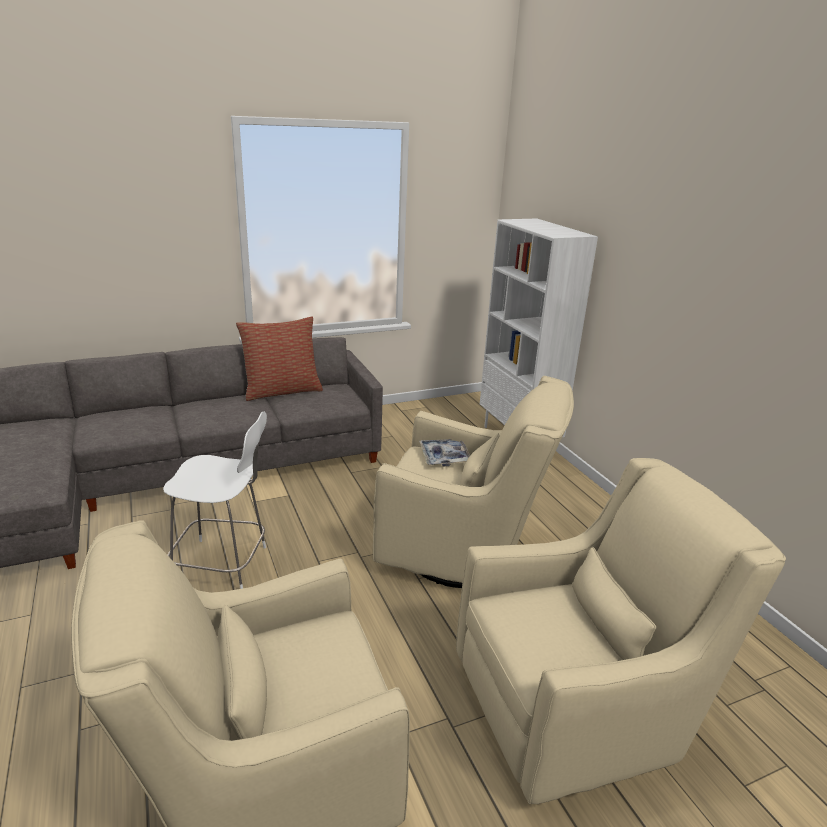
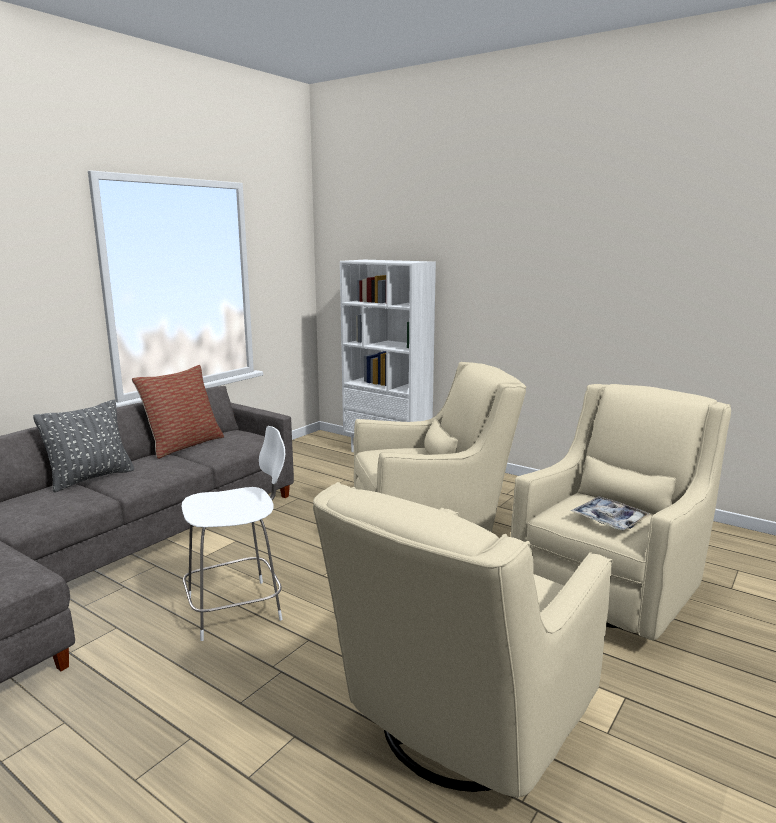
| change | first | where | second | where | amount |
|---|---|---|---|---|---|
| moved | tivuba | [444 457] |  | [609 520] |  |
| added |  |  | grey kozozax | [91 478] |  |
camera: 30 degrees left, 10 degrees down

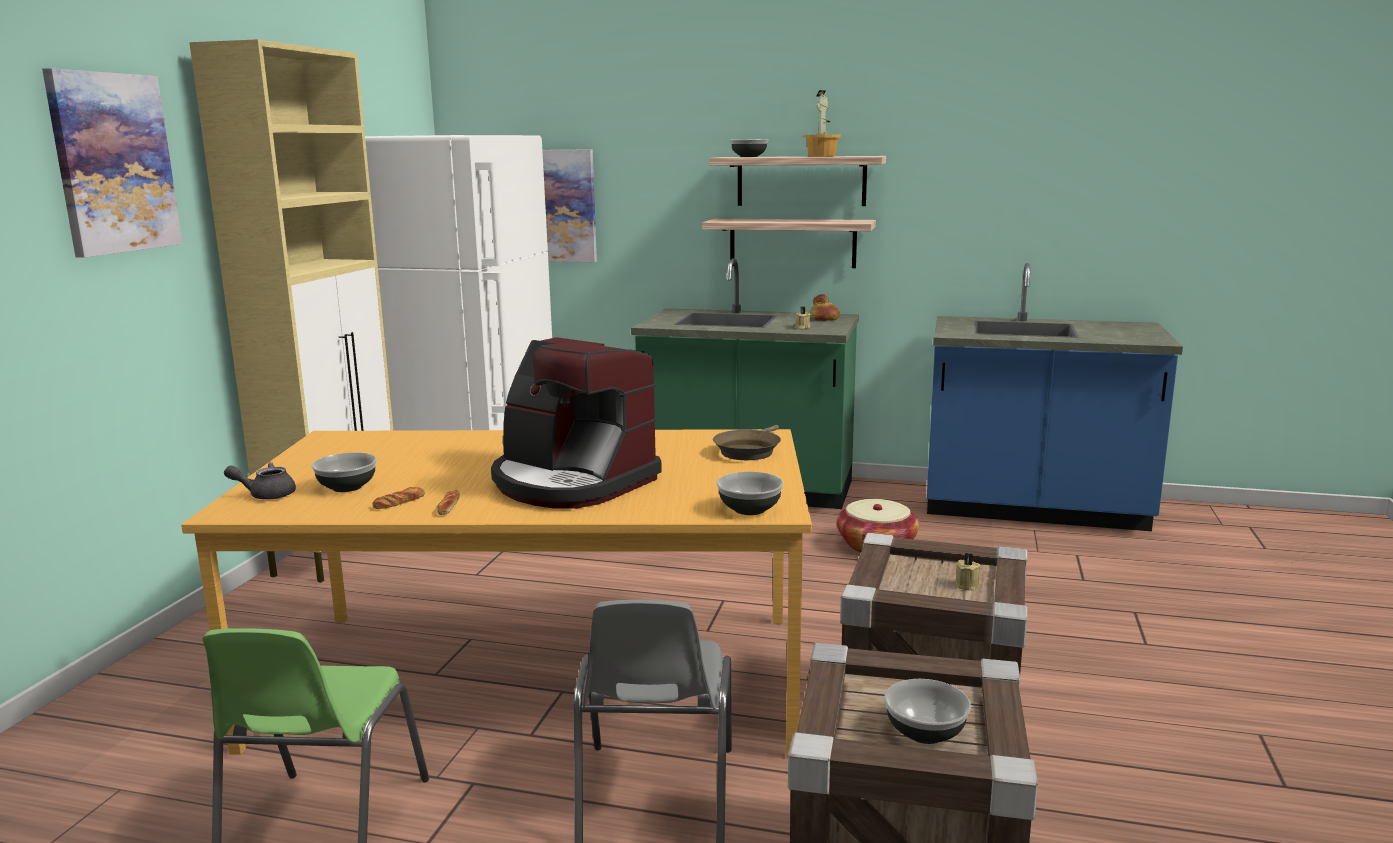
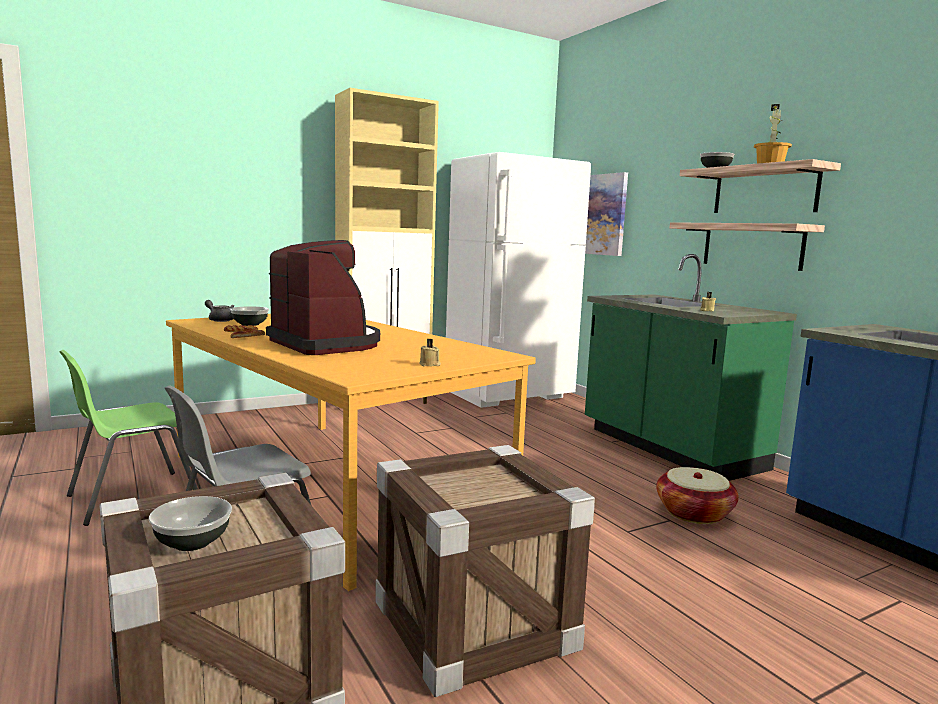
| change | first | where | second | where | amount |
|---|---|---|---|---|---|
| removed | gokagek | [113 163] |  |  |  |
| removed | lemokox | [824 318] |  |  |  |
| turned | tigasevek | [571 482] |  | [326 344] | 150 degrees clockwise |
| removed | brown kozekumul | [748 451] |  |  |  |
| removed | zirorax | [749 509] |  |  |  |
| moved | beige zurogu | [968 585] |  | [430 365] |  |
camera: 45 degrees right, 5 degrees down

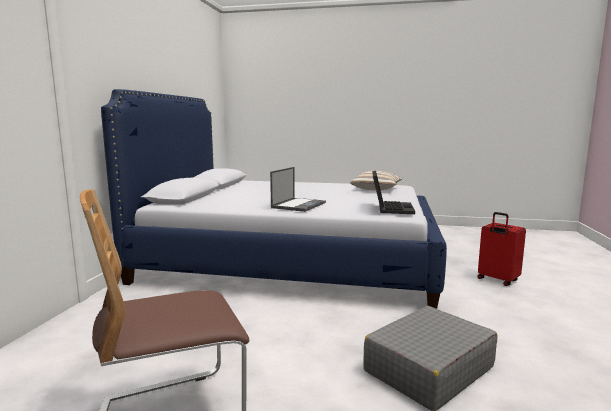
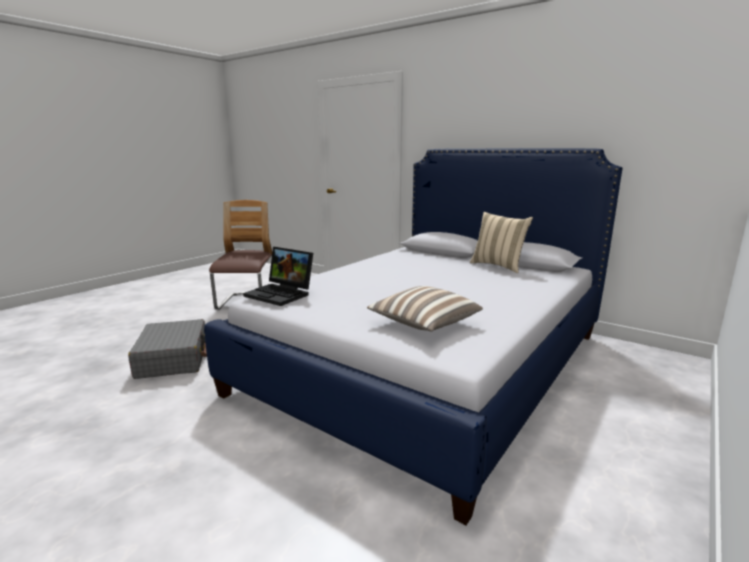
| change | first | where | second | where | amount |
|---|---|---|---|---|---|
| removed | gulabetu | [299 205] |  |  |  |
| removed | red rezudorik | [497 280] |  |  |  |
| added |  |  | beige kozozax | [498 266] |  |
camera: 115 degrees right, 5 degrees up

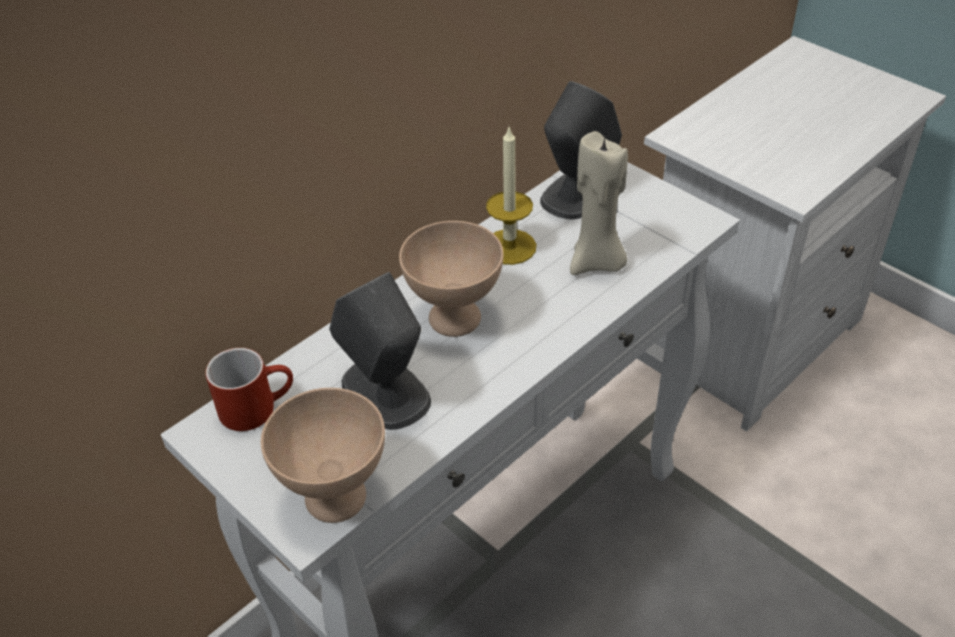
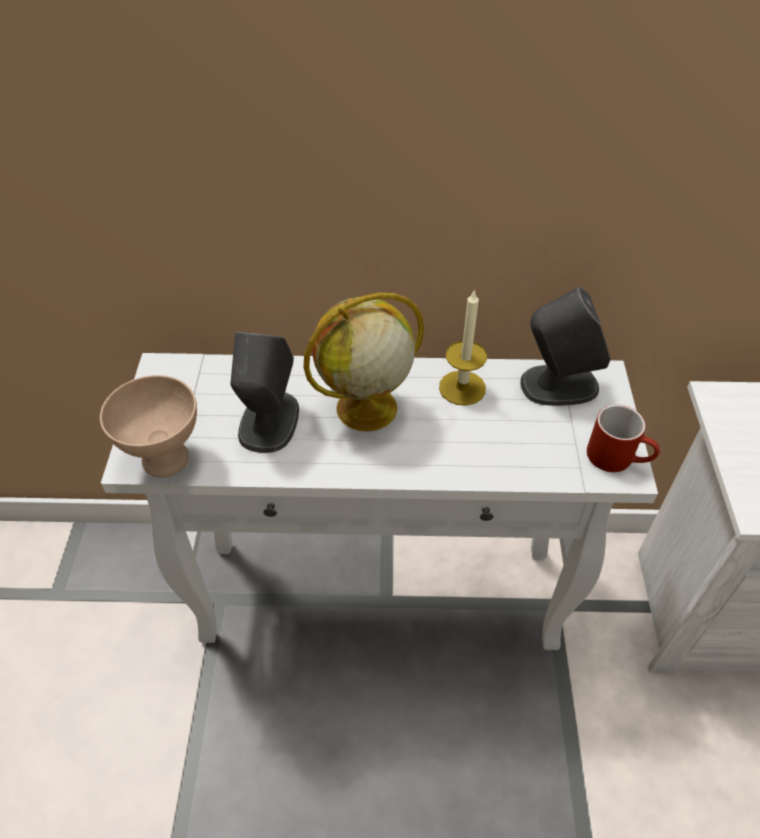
| change | first | where | second | where | amount |
|---|---|---|---|---|---|
| removed | beige zurogu | [597 263] |  |  |  |
| replaced | beige zirorax | [455 319] | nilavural | [365 409] |  |
| moved | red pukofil | [257 406] |  | [618 457] |  |
camera: 45 degrees right, 5 degrees up

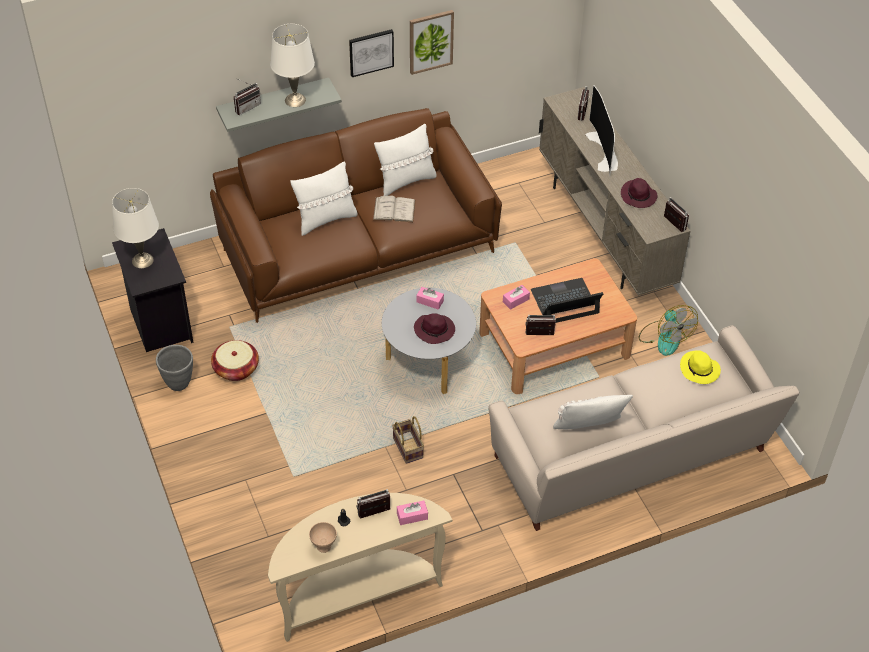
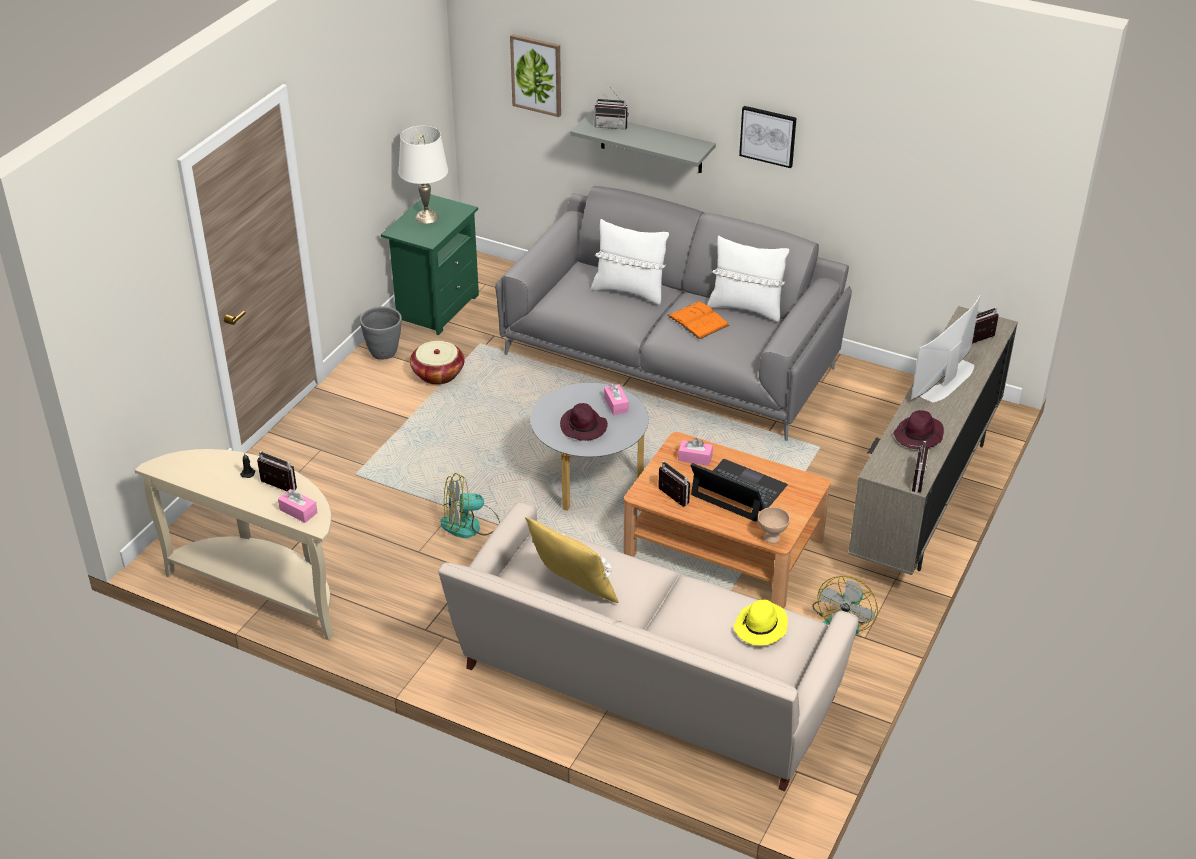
| change | first | where | second | where | amount |
|---|---|---|---|---|---|
| moved | gokagek | [430 41] |  | [536 75] |  |
| removed | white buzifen | [295 100] |  |  |  |
| recoloured | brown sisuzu | [358 247] | grey sisuzu | [672 358] |  |
| recoloured | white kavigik | [394 210] | orange kavigik | [698 320] |  |
| recoloured | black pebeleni | [160 324] | green pebeleni | [436 307] |  |
| recoloured | white kozozax | [589 431] | yellow kozozax | [572 591] |  |
| replaced | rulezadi | [409 448] | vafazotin | [470 525] |  |
| moved | beige zirorax | [324 546] |  | [772 538] |  |
camera: 50 degrees right, 10 degrees down

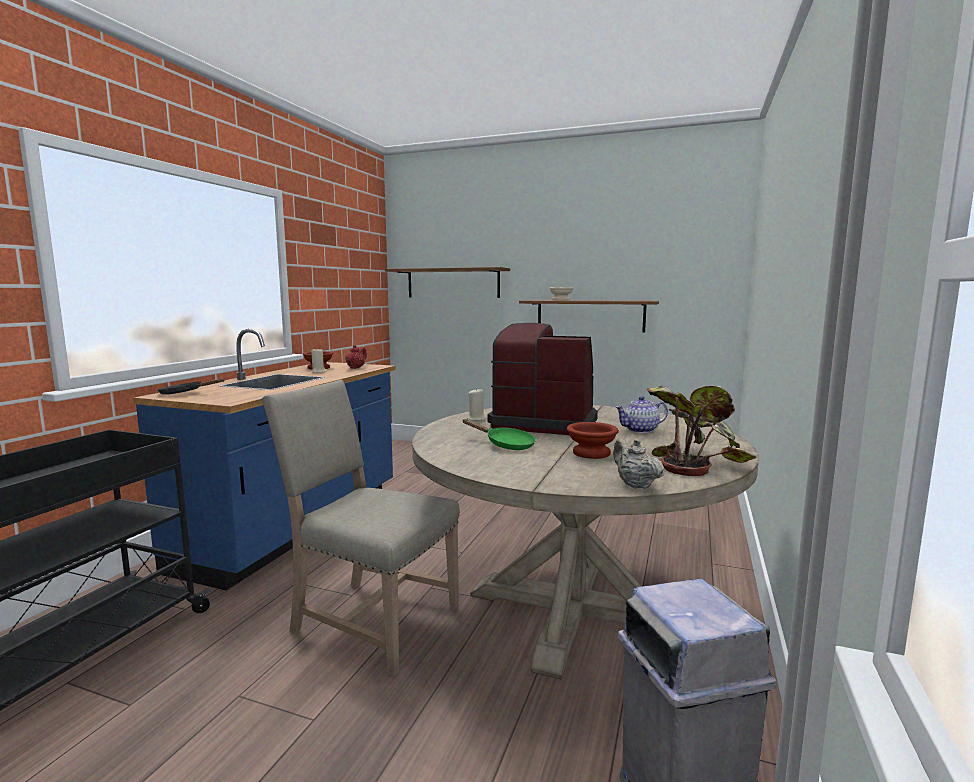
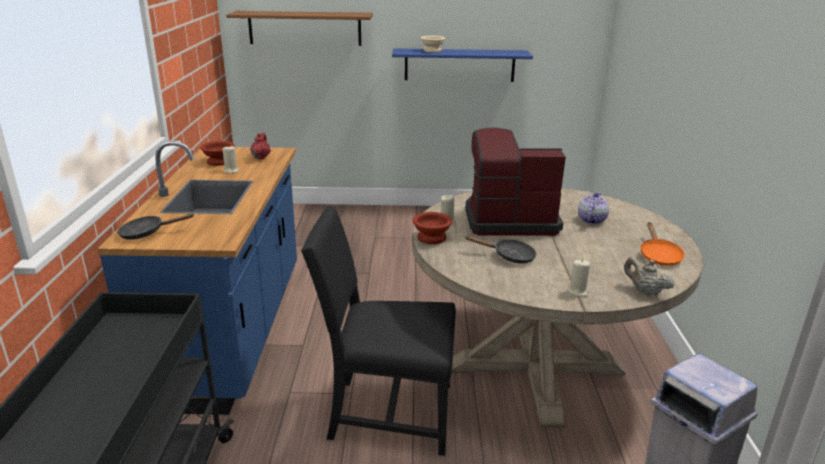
| change | first | where | second | where | amount |
|---|---|---|---|---|---|
| recoloured | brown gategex | [590 315] | blue gategex | [459 65] |  |
| recoloured | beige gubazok | [370 619] | black gubazok | [386 412] |  |
| replaced | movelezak | [692 461] | orange kozekumul | [658 256] |  |
| turned | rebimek | [640 430] |  | [591 220] | 150 degrees clockwise |
| recoloured | green kozekumul | [505 445] | black kozekumul | [509 256] |  |
| moved | brown zirorax | [591 453] |  | [431 237] |  |
| added |  |  | beige zurogu | [578 291] |  |
camera: 20 degrees left, 15 degrees up

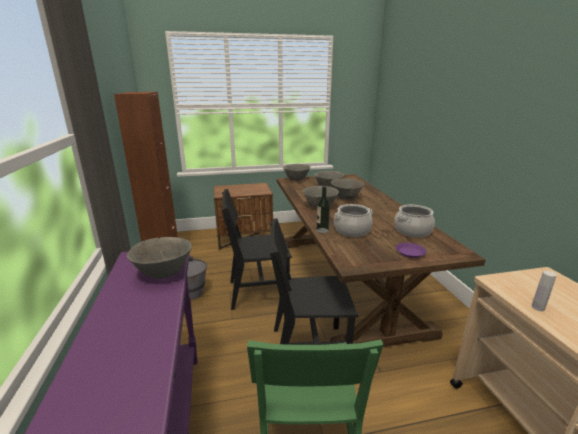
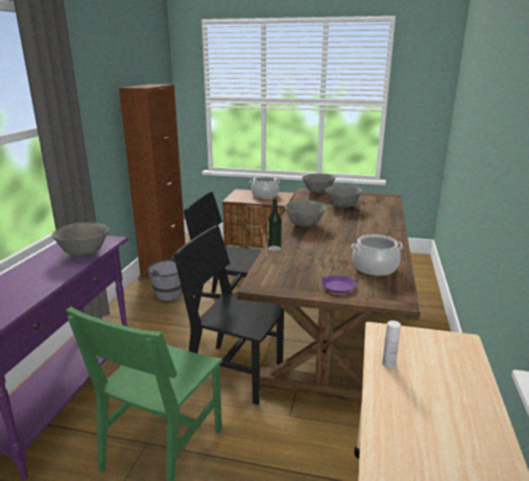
| change | first | where | second | where | amount |
|---|---|---|---|---|---|
| removed | grey zirorax | [346 197] |  |  |  |
| moved | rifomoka | [352 230] |  | [264 195] |  |
camera: 25 degrees right, 0 degrees up

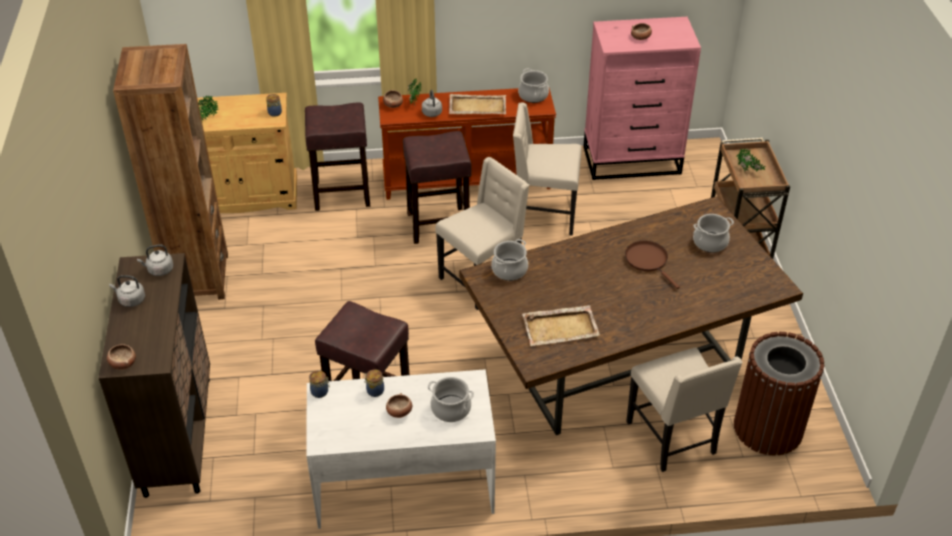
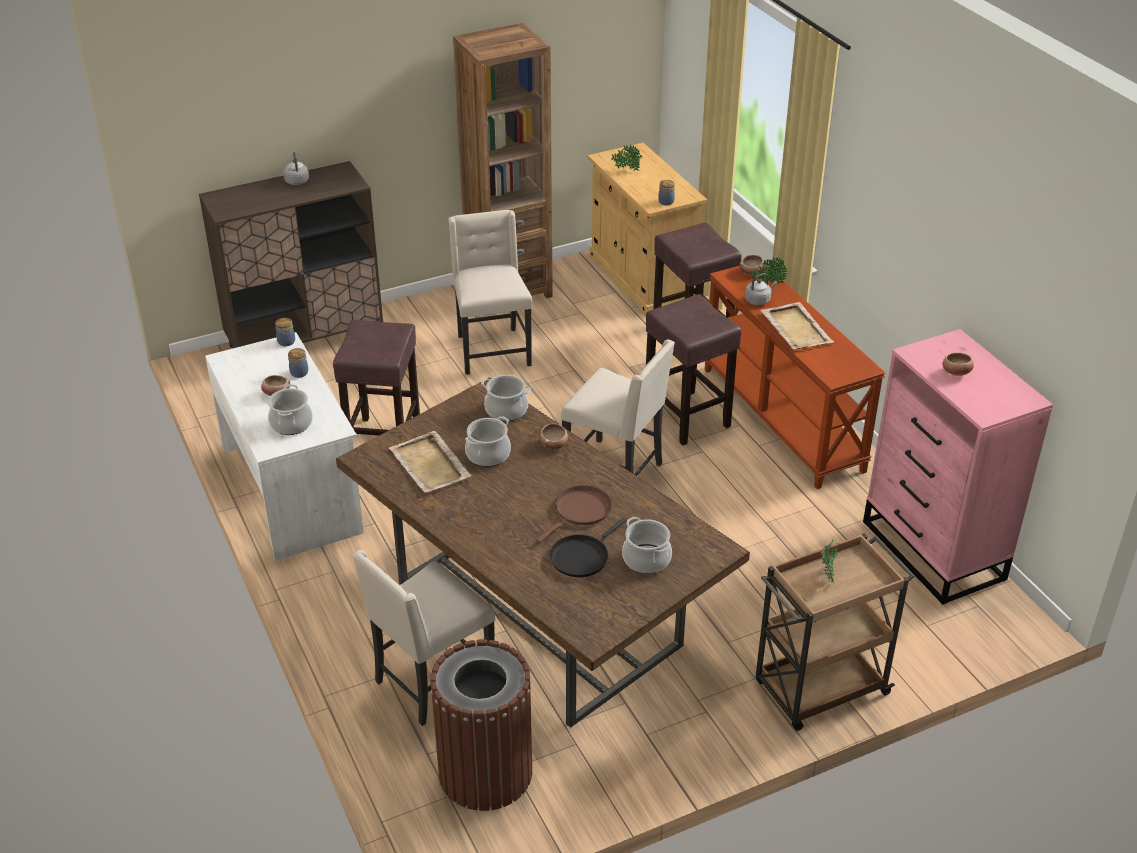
| change | first | where | second | where | amount |
|---|---|---|---|---|---|
| moved | rifomoka | [533 95] |  | [488 455] |  |
| moved | beige gubazok | [544 215] |  | [492 350] |  |
| removed | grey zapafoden | [159 270] |  |  |  |
| moved | zirorax | [123 363] |  | [553 444] |  |
| added |  |  | black kozekumul | [581 556] |  |
camera: 70 degrees right, 5 degrees down

